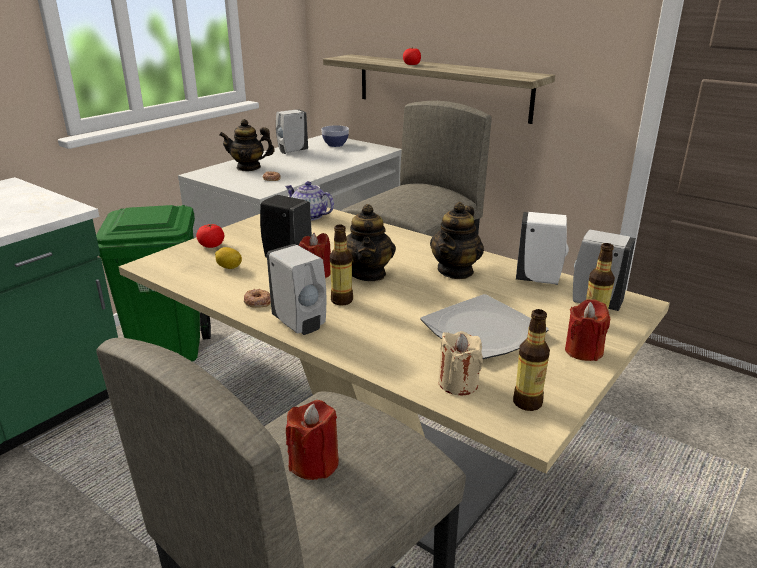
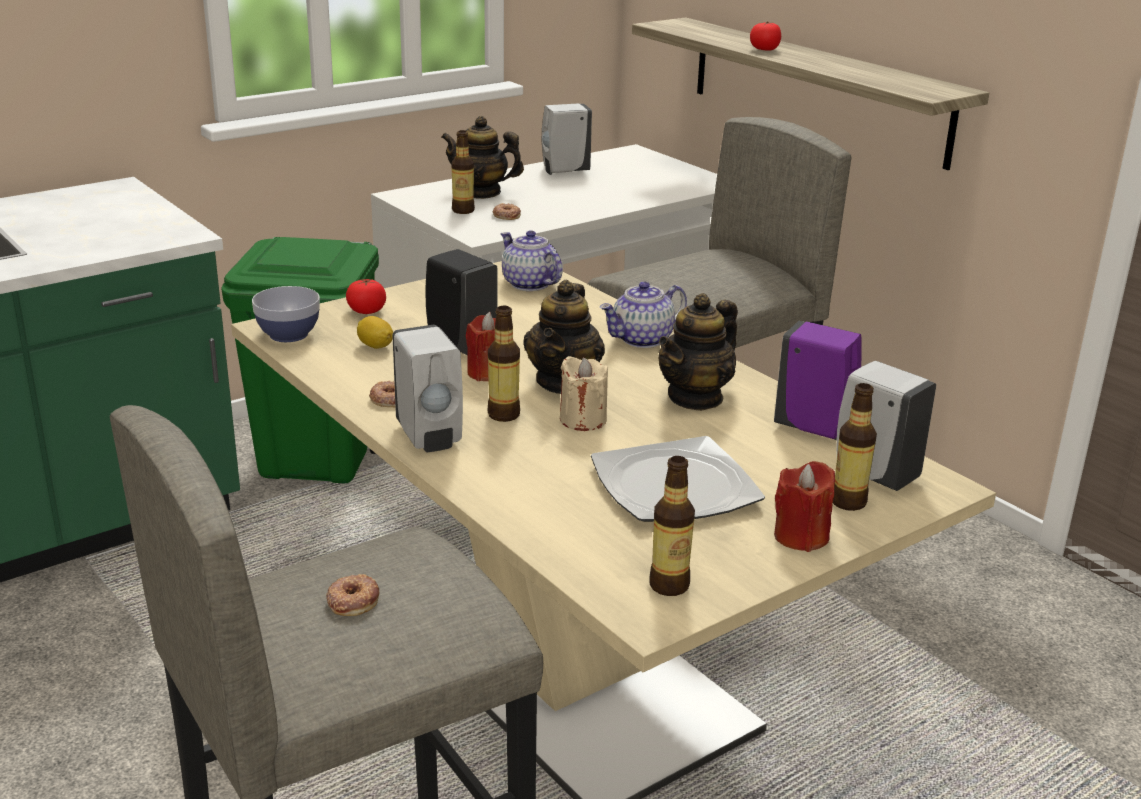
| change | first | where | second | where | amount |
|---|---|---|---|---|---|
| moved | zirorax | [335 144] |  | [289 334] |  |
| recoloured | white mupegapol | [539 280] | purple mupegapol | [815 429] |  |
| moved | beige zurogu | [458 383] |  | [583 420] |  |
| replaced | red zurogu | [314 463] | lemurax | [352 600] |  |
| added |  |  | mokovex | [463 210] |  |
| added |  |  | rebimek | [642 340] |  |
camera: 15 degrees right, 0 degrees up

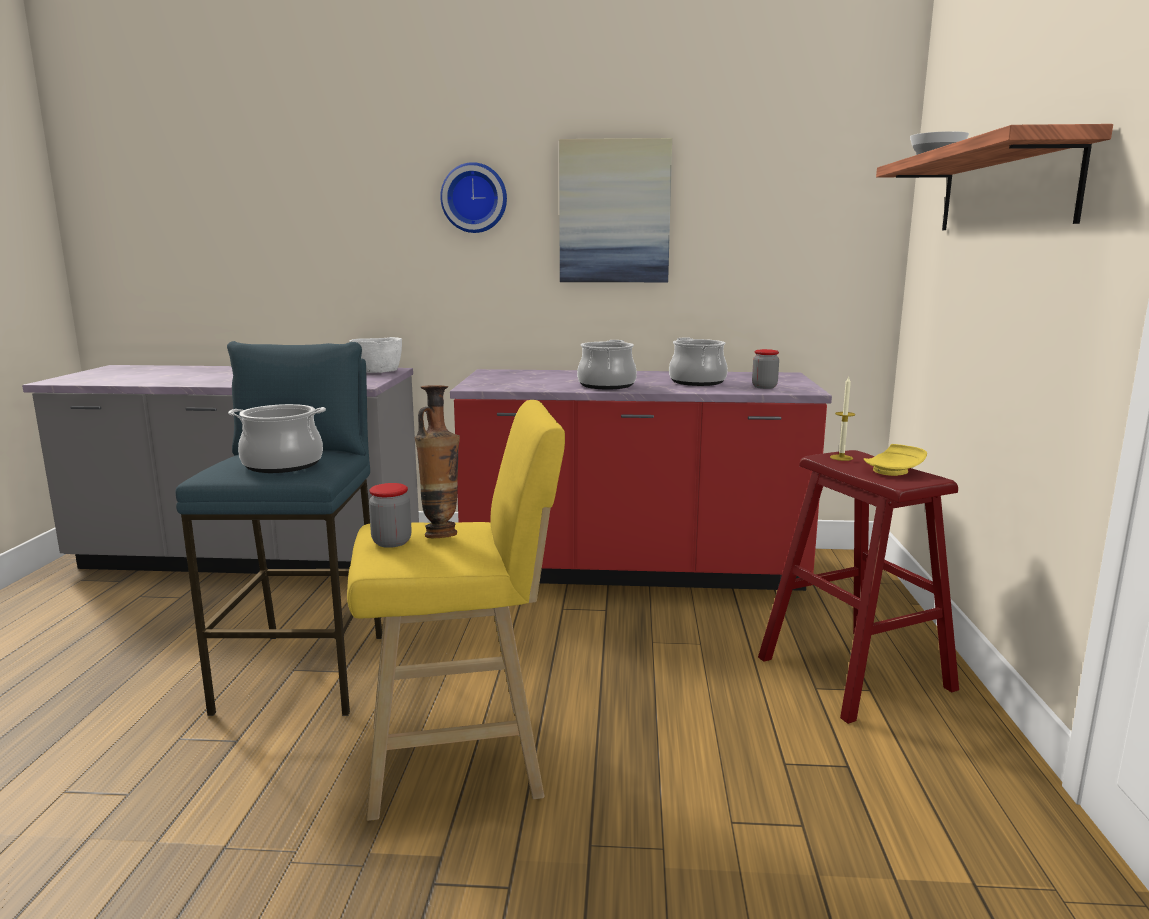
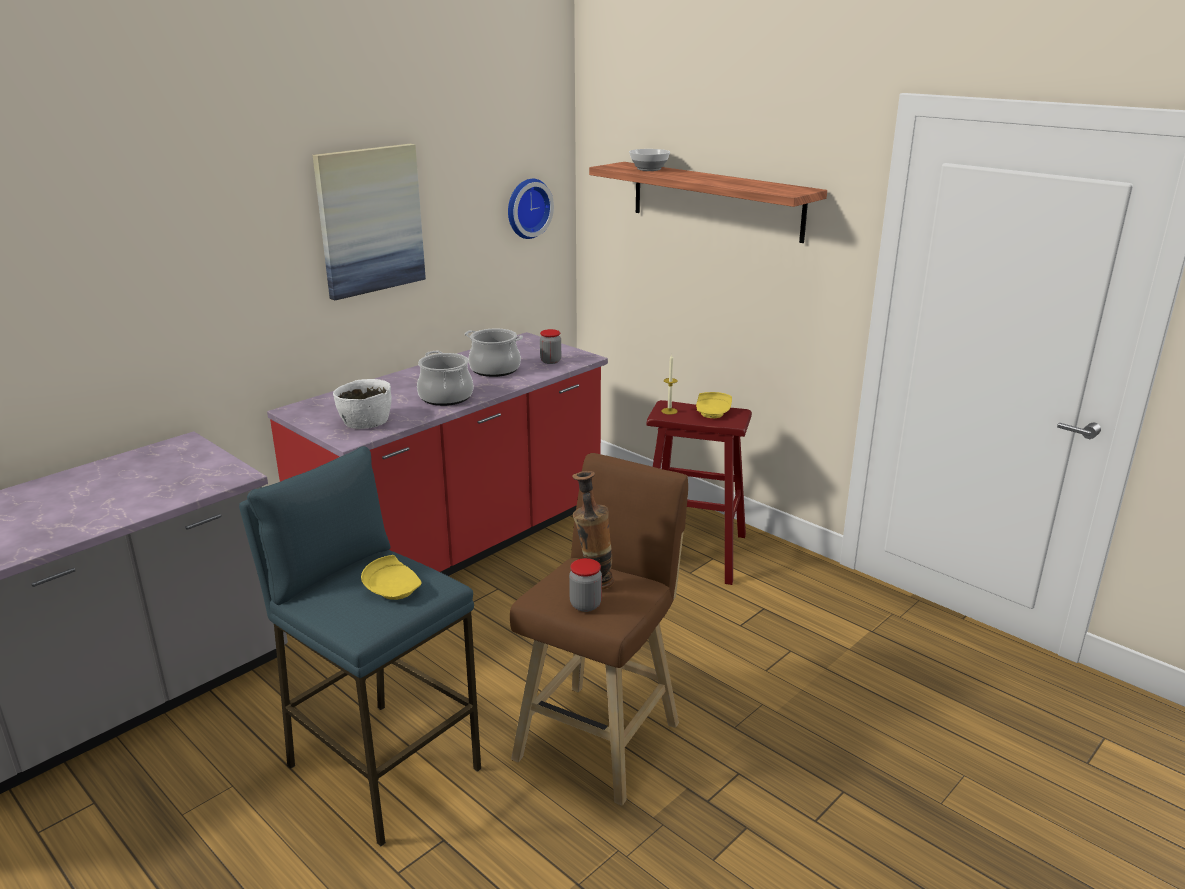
| change | first | where | second | where | amount |
|---|---|---|---|---|---|
| moved | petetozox | [474 198] |  | [526 208] |  |
| moved | white zirorax | [377 371] |  | [365 421] |  |
| recoloured | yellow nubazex | [464 759] | brown nubazex | [601 737] |  |
| replaced | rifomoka | [283 464] | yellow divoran | [393 589] |  |
camera: 50 degrees left, 10 degrees up

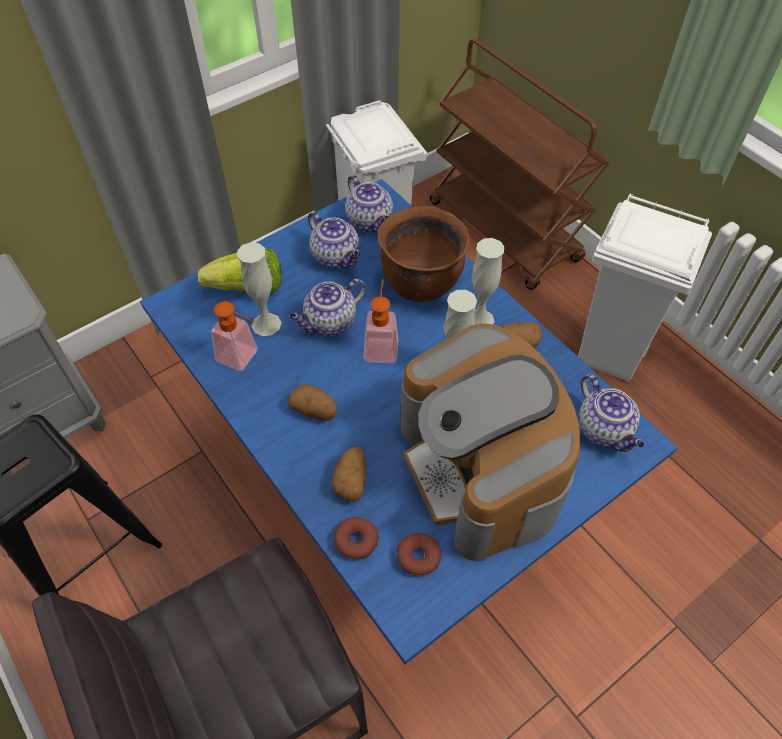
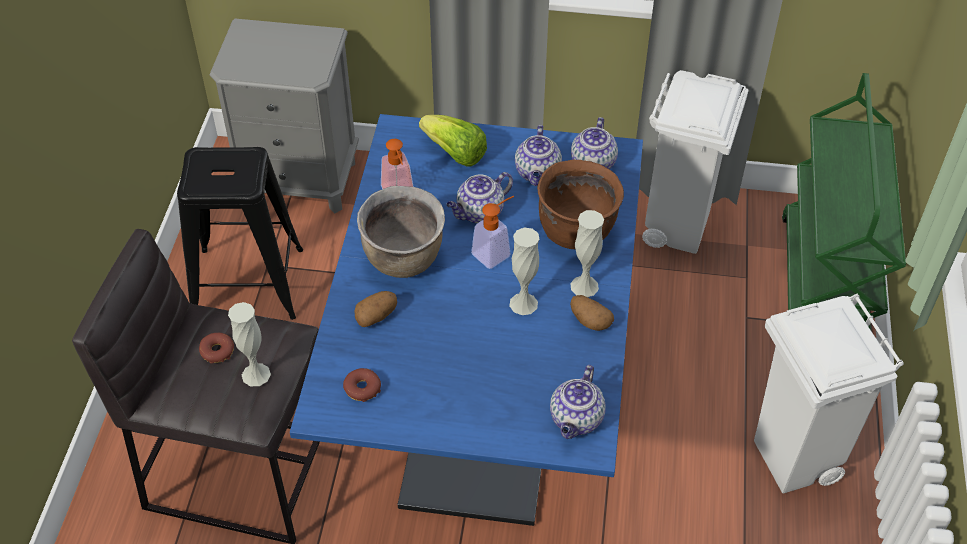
| change | first | where | second | where | amount |
|---|---|---|---|---|---|
| recoloured | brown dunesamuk | [505 232] | green dunesamuk | [823 290] |  |
| moved | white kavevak | [266 324] |  | [256 374] |  |
| turned | rebimek | [330 323] |  | [479 213] | 45 degrees counterclockwise |
| removed | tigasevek | [481 470] |  |  |  |
| replaced | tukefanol | [315 411] | brown rifomoka | [404 259] |  |
| moved | lemurax | [356 541] |  | [217 351] |  |
camera: 45 degrees right, 5 degrees down

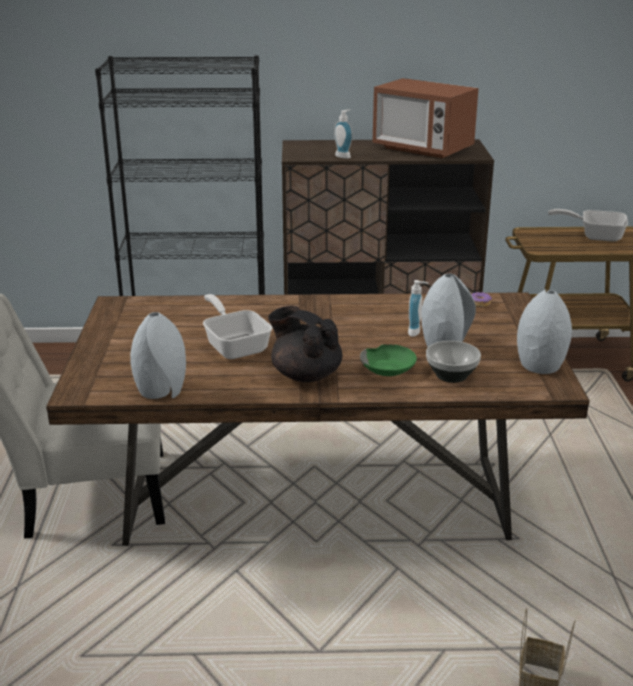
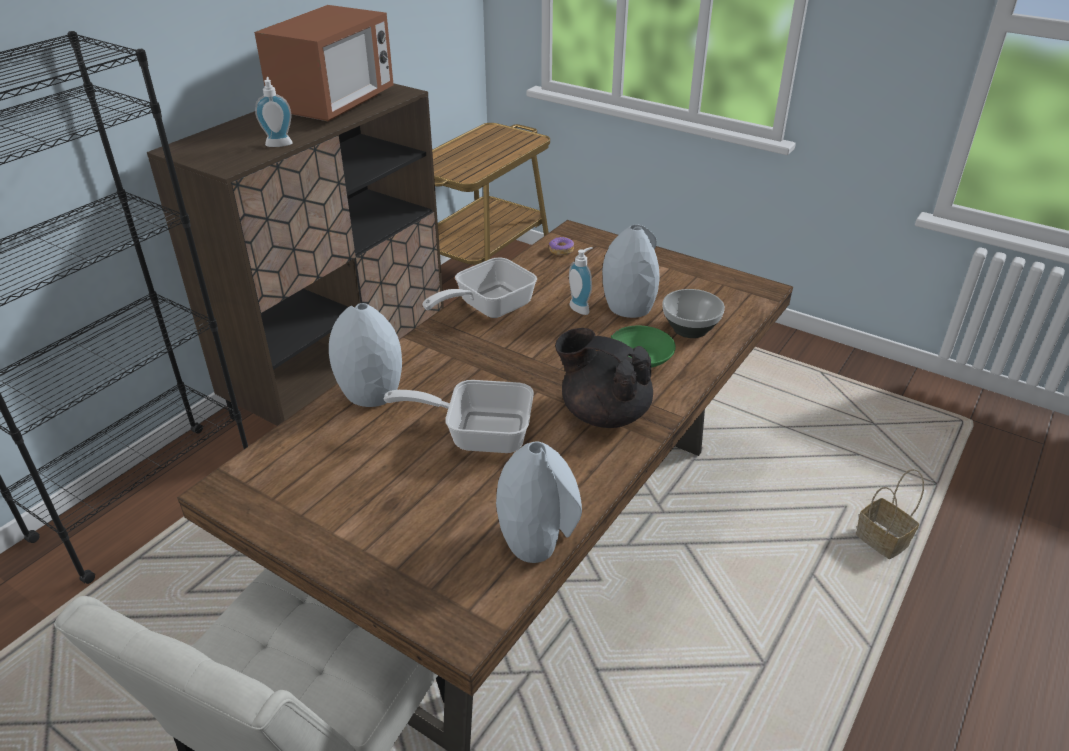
| change | first | where | second | where | amount |
|---|---|---|---|---|---|
| turned | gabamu | [422 149] |  | [334 104] | 45 degrees counterclockwise |
| moved | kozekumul | [595 236] |  | [487 307] |  |
| moved | grey kavevak | [539 366] |  | [372 394] |  |
| turned | black rebimek | [305 375] |  | [603 413] | 45 degrees clockwise |
camera: 55 degrees left, 10 degrees up

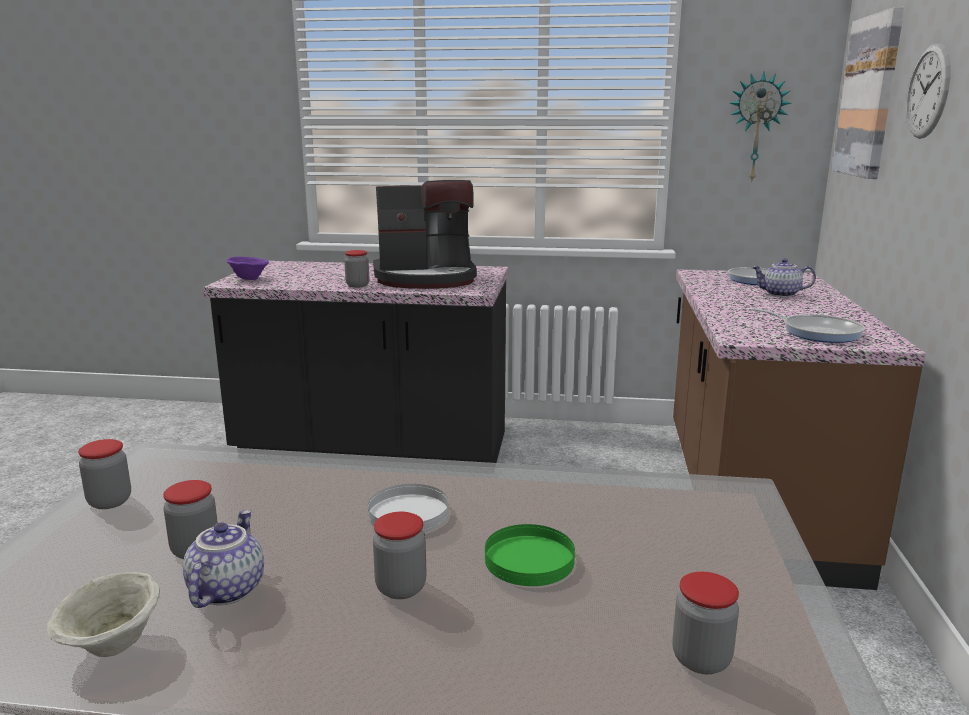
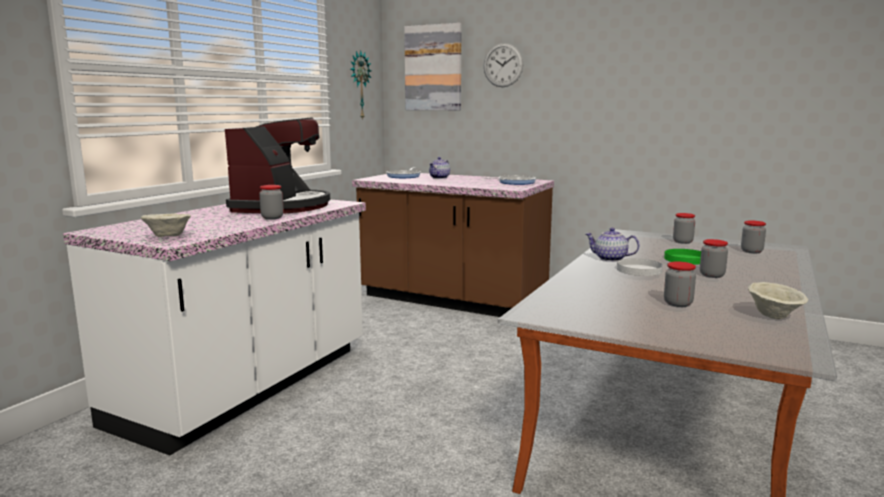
| change | first | where | second | where | amount |
|---|---|---|---|---|---|
| recoloured | purple zirorax | [248 279] | beige zirorax | [167 237] |  |
| recoloured | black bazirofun | [373 449] | white bazirofun | [247 386] |  |
| moved | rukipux | [110 501] |  | [682 242] |  |
| moved | rebimek | [225 589] |  | [610 259] |  |
camera: 70 degrees left, 5 degrees down

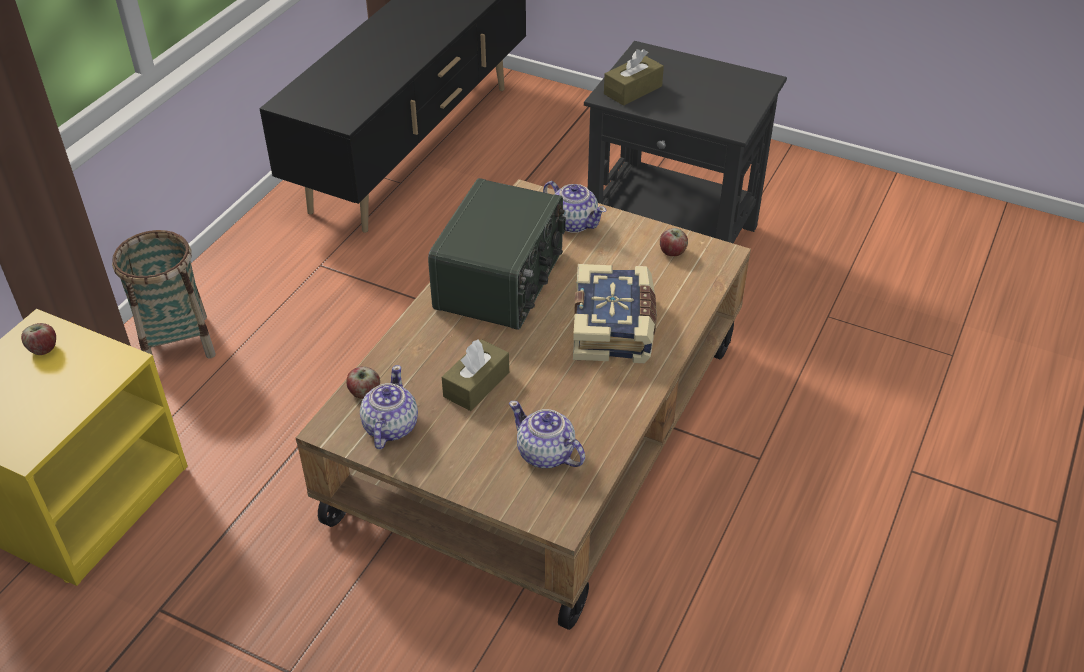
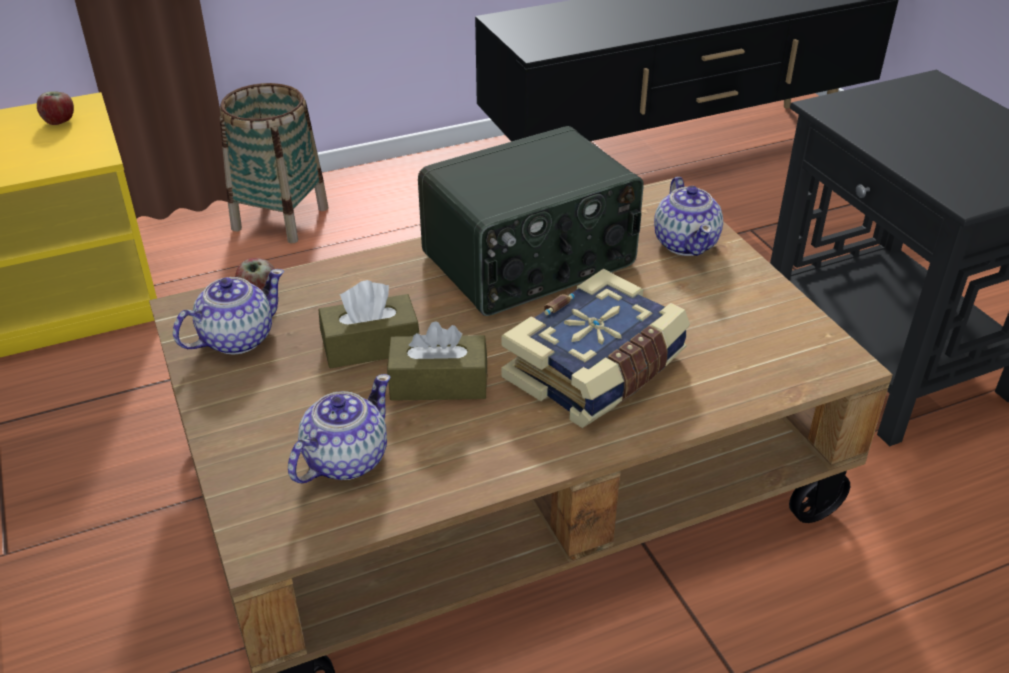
| change | first | where | second | where | amount |
|---|---|---|---|---|---|
| moved | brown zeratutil | [633 90] |  | [438 383] |  |
| removed | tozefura | [673 252] |  |  |  |
| turned | rebimek | [546 454] |  | [344 460] | 45 degrees clockwise |
camera: 40 degrees right, 5 degrees down

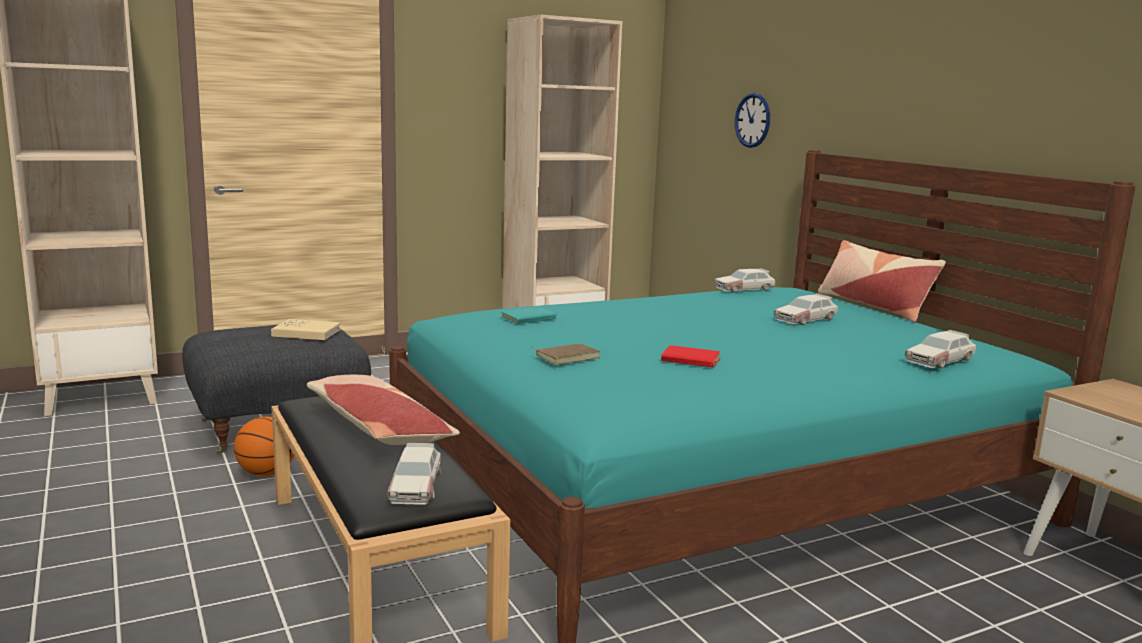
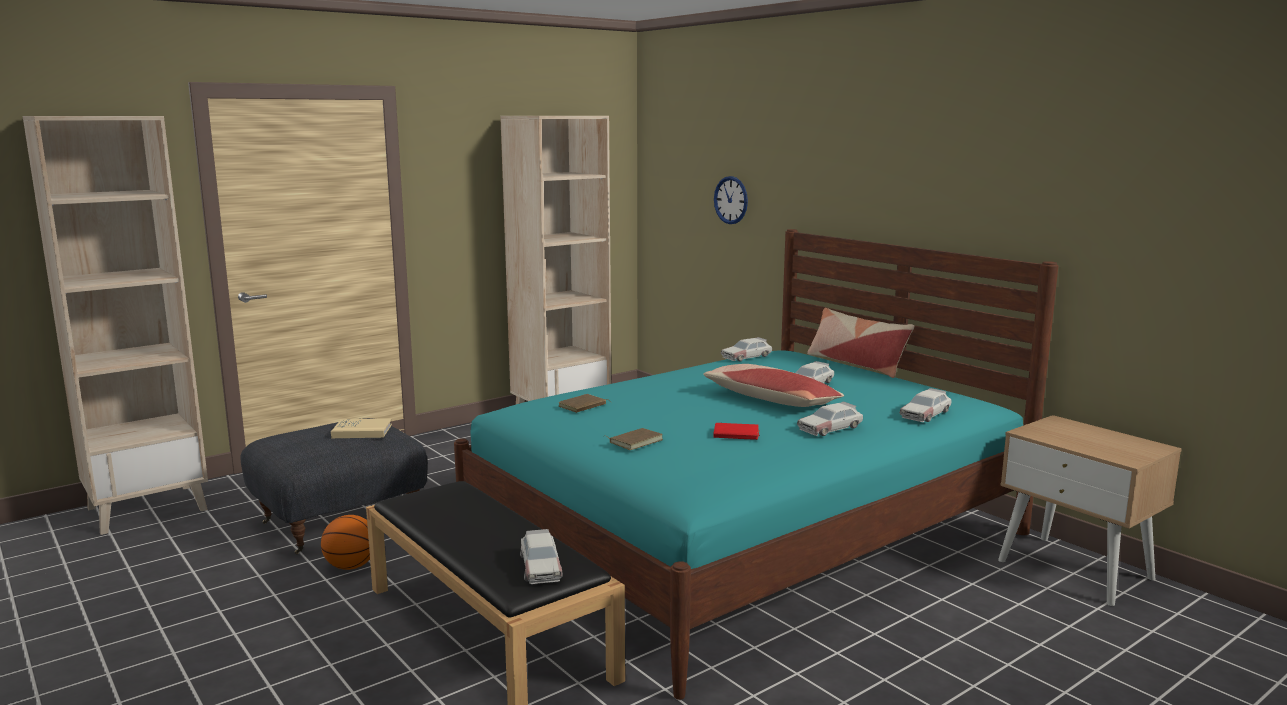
| change | first | where | second | where | amount |
|---|---|---|---|---|---|
| recoloured | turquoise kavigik | [529 319] | brown kavigik | [583 406] |  |
| moved | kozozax | [378 428] |  | [770 400] |  |
| added |  |  | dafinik | [830 428] |  |
camera: 10 degrees left, 0 degrees up

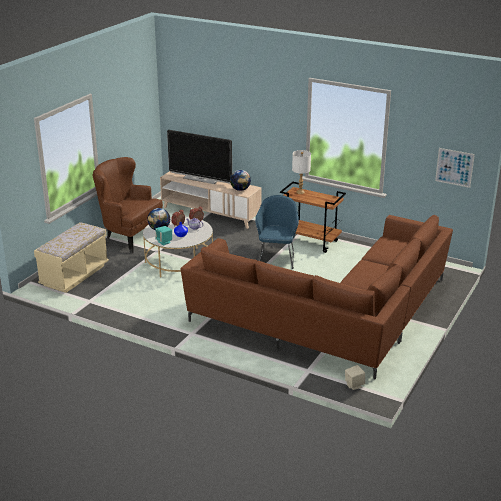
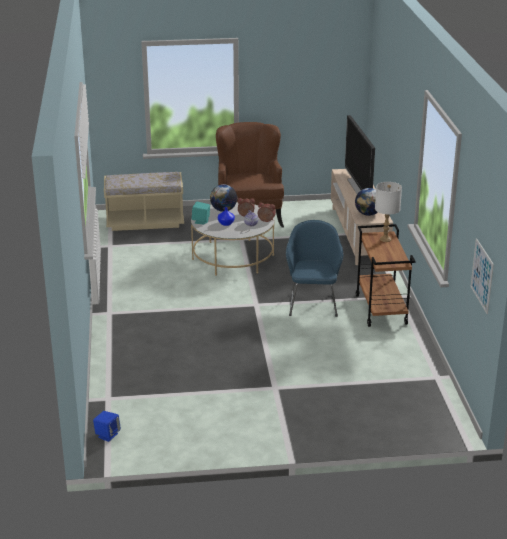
| change | first | where | second | where | amount |
|---|---|---|---|---|---|
| turned | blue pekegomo | [276 258] |  | [313 304] | 60 degrees counterclockwise |
| removed | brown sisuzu | [333 319] |  |  |  |
| recoloured | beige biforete | [354 385] | blue biforete | [107 435] |  |
camera: 55 degrees right, 0 degrees up

